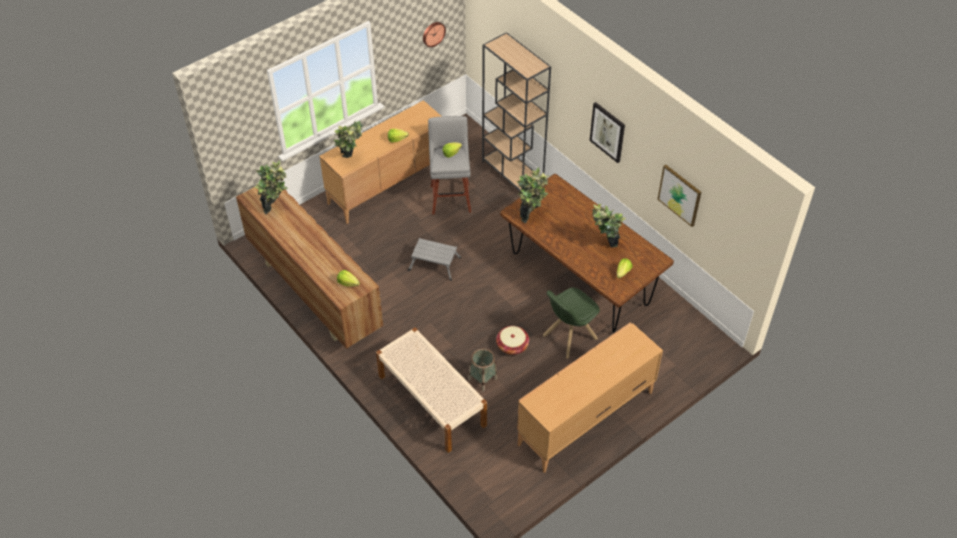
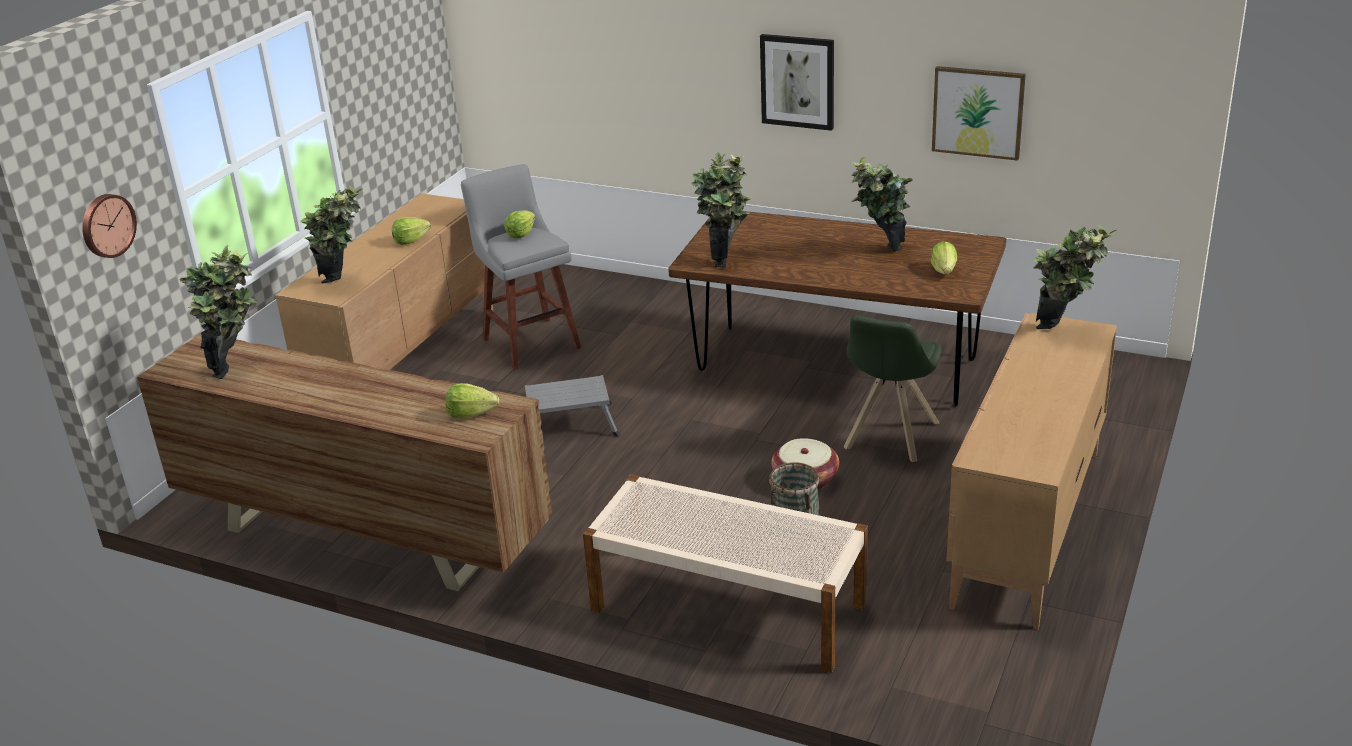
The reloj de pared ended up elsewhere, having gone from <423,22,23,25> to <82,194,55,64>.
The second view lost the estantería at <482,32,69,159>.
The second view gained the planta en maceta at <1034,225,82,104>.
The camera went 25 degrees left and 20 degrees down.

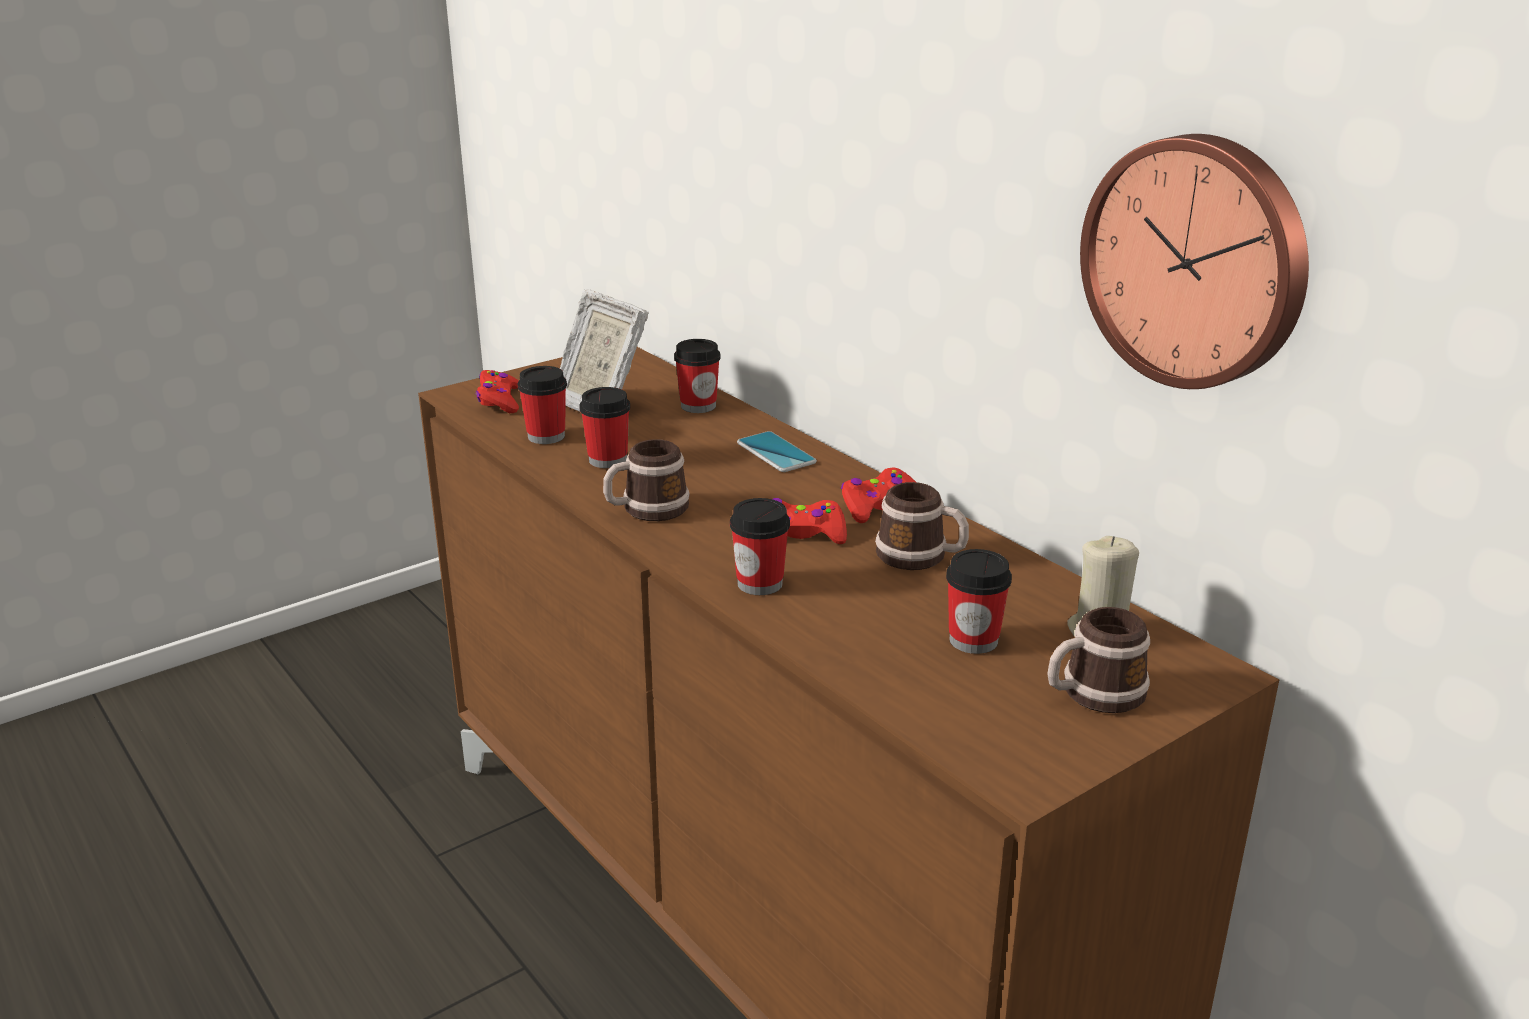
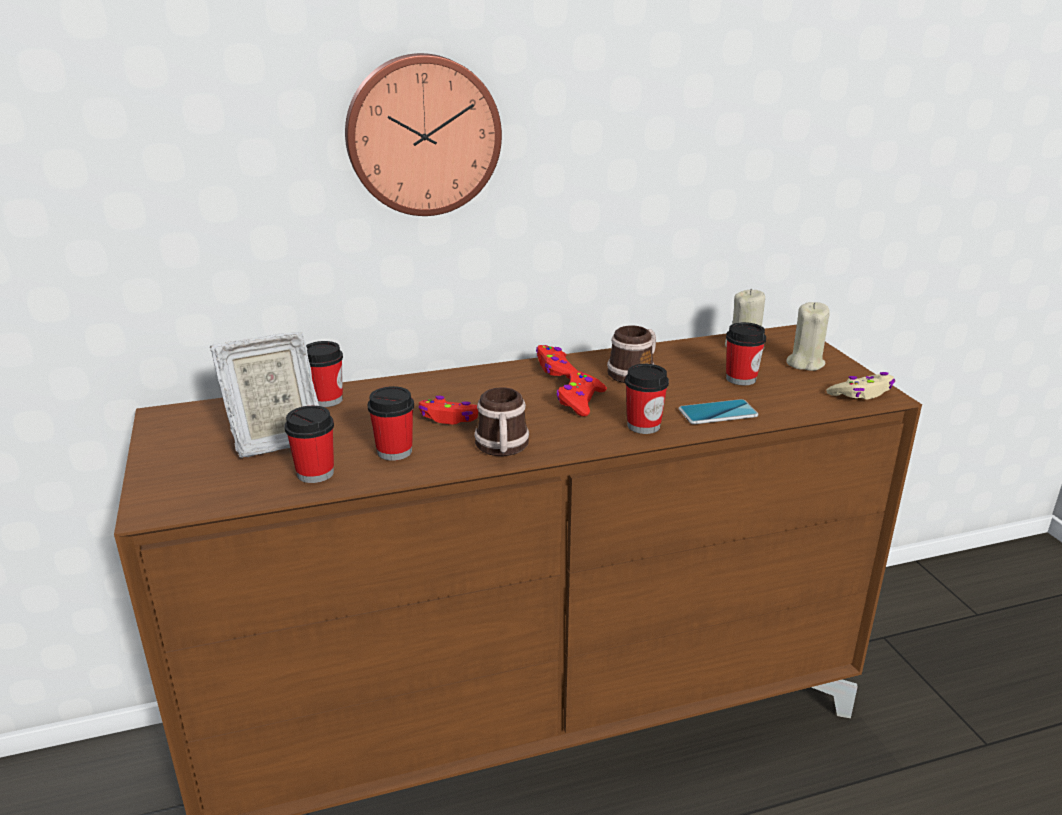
The mando de consola [rojo] ended up elsewhere, having gone from <476,370,43,43> to <418,396,60,28>.
The móvil ended up elsewhere, having gone from <737,431,80,41> to <679,399,79,25>.
Where the taza grande stood at <1047,607,103,106>, the vela [beis] came to stand at <786,302,44,69>.
The reloj de pared ended up elsewhere, having gone from <1080,134,229,255> to <345,53,157,163>.
The second view gained the mando de consola [beis] at <826,372,69,27>.
The camera went 70 degrees left and 0 degrees up.

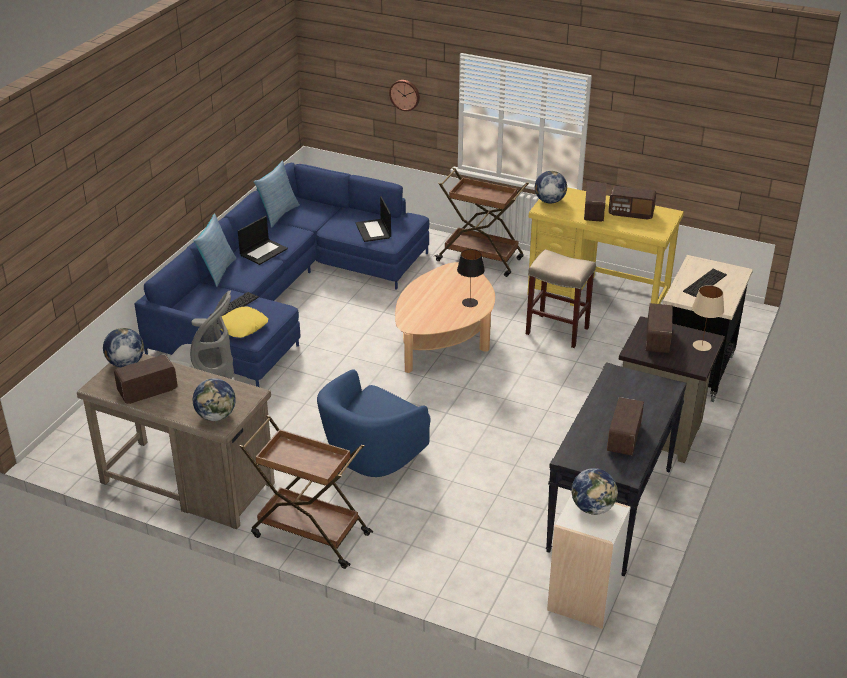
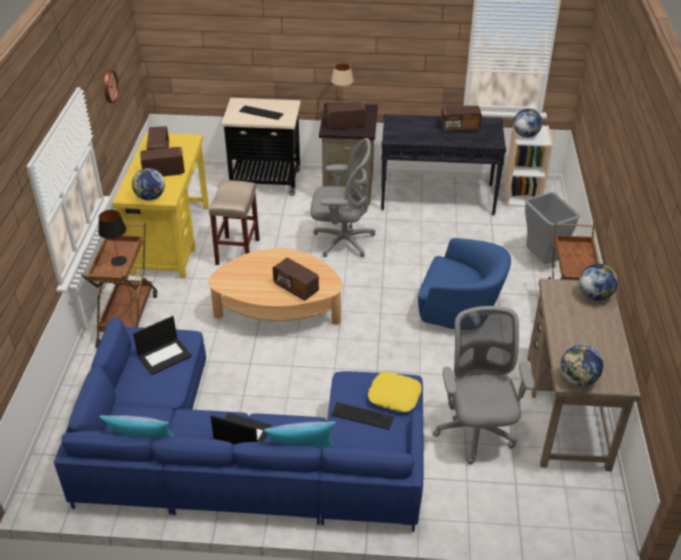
The radio ended up elsewhere, having gone from <114,355,63,49> to <273,258,46,43>.
The reloj de pared ended up elsewhere, having gone from <389,80,31,31> to <104,70,14,33>.
The lámpara de mesa [negro] ended up elsewhere, having gone from <457,249,28,58> to <98,210,29,56>.
The second view gained the silla de oficina [gris] at <310,138,65,120>.
The second view gained the papelera [gris] at <525,192,55,72>.
The camera went 110 degrees left and 5 degrees up.

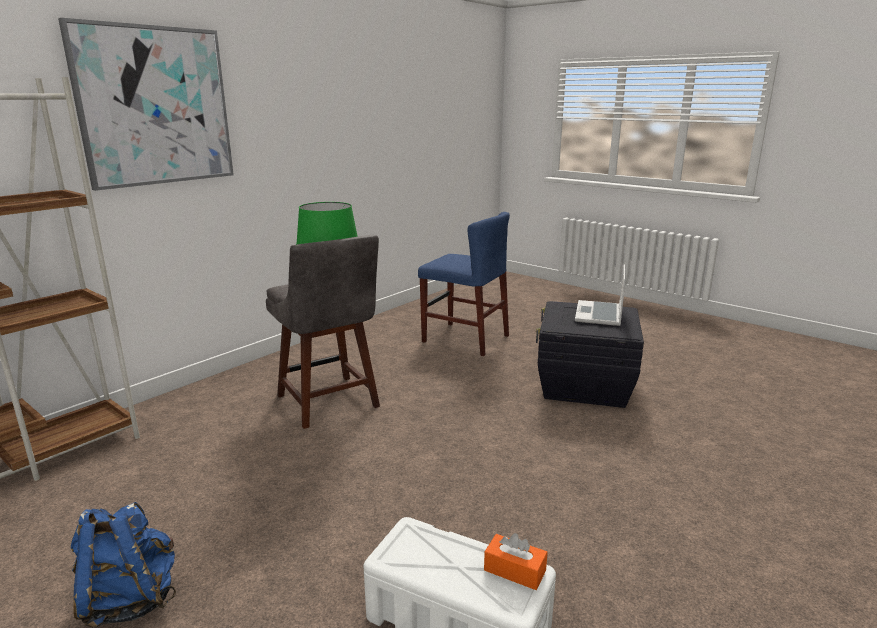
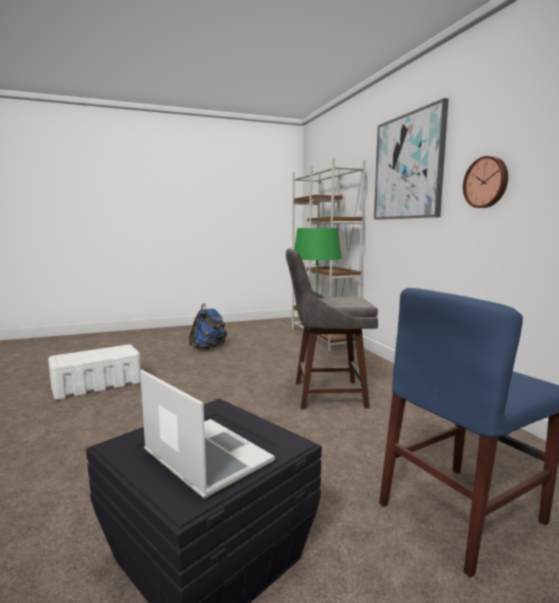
The second view lost the caja de pañuelos [naranja] at <484,533,64,57>.
The second view gained the reloj de pared at <463,156,45,52>.
The camera went 120 degrees right and 10 degrees down.

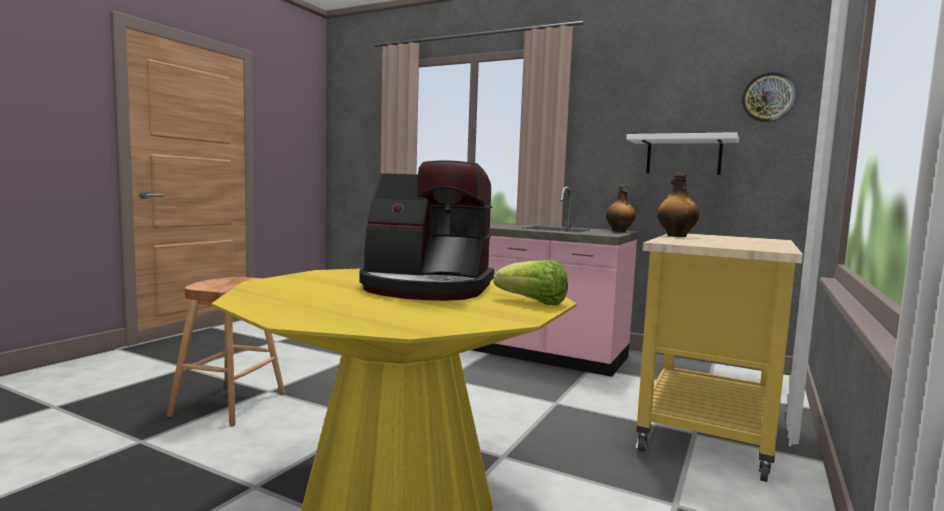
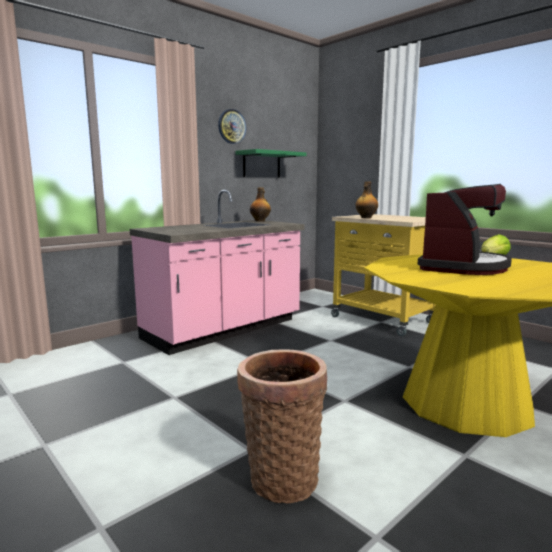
Where the taburete [marrón] stood at <167,277,118,149>, the cesta came to stand at <237,349,90,154>.
What was the estante [blanco] at <626,132,113,43> turned into the estante [verde] at <235,149,72,29>.
The reloj de pared ended up elsewhere, having gone from <742,72,55,50> to <218,109,28,35>.
The camera went 70 degrees left and 5 degrees up.

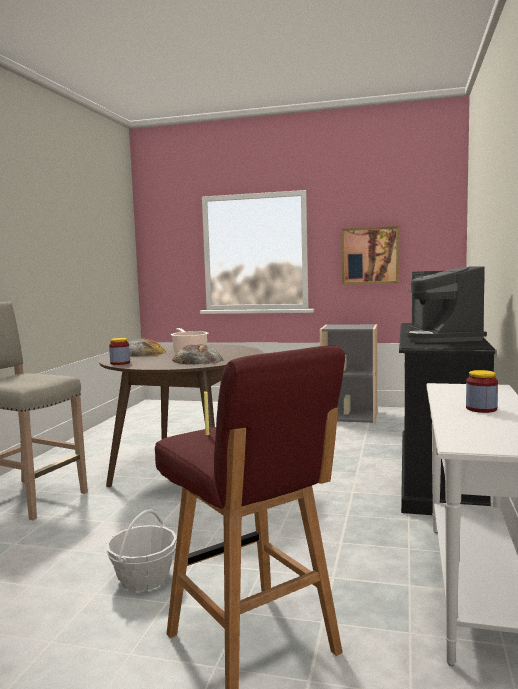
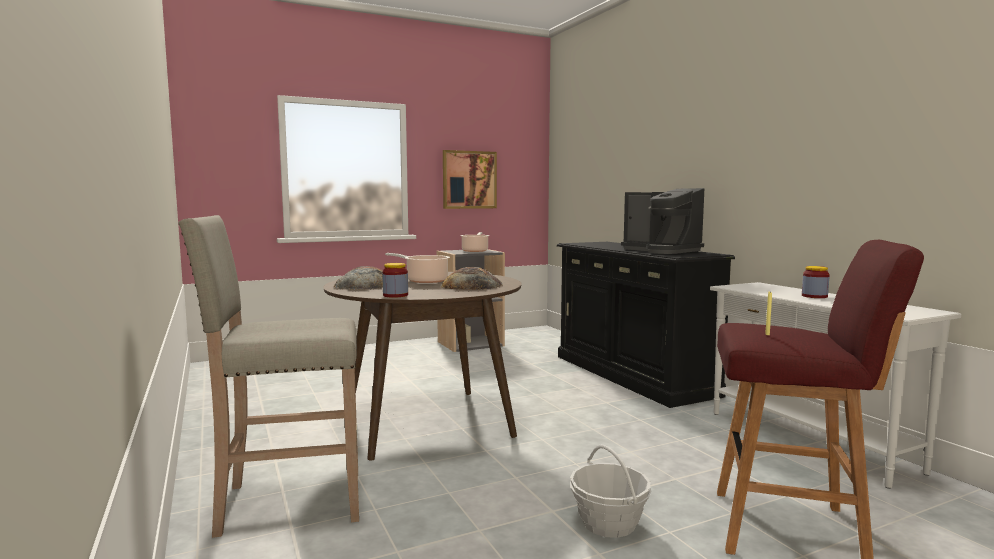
The second view gained the olla at <461,232,29,20>.
The camera went 40 degrees left and 0 degrees up.

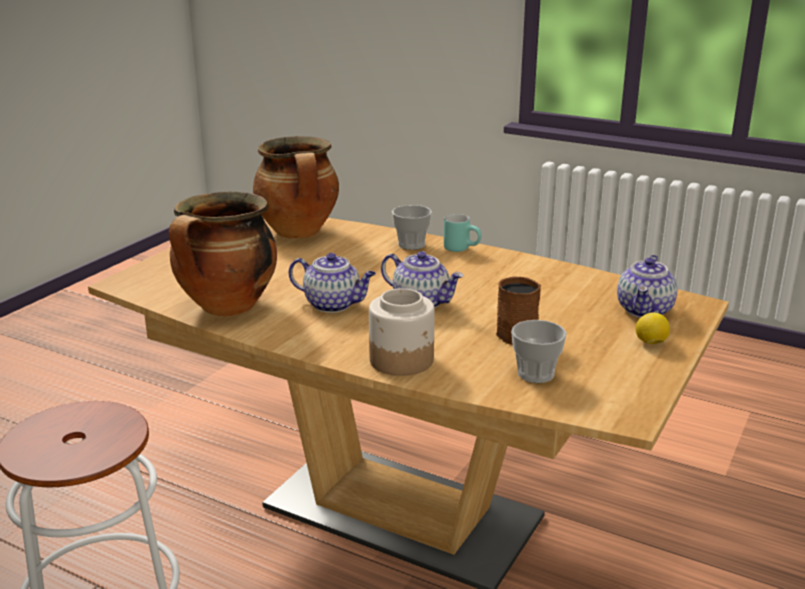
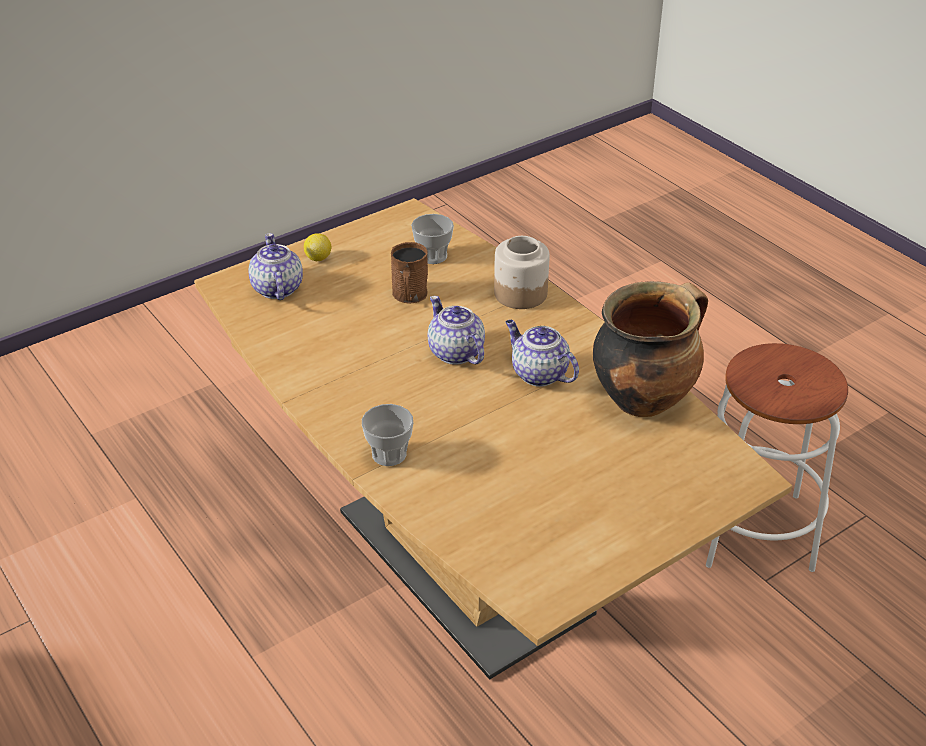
The second view lost the olla at <253,136,86,103>.
The second view lost the taza grande [turquesa] at <444,214,38,38>.
The tetera at <617,255,60,63> ended up facing another way, 60 degrees counterclockwise from before.
The camera went 155 degrees left and 15 degrees up.

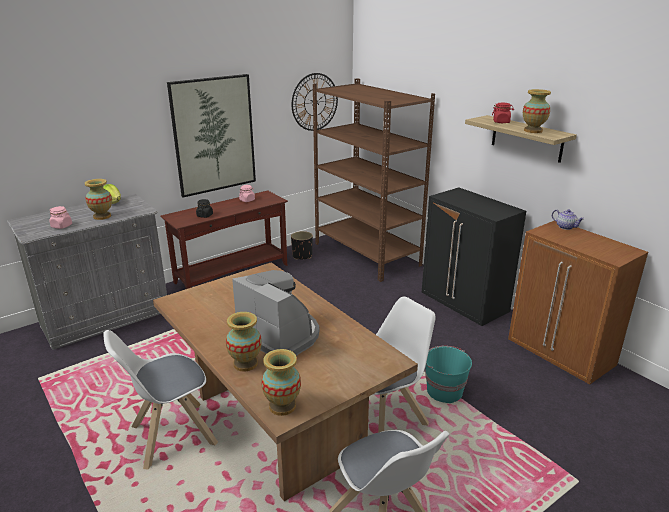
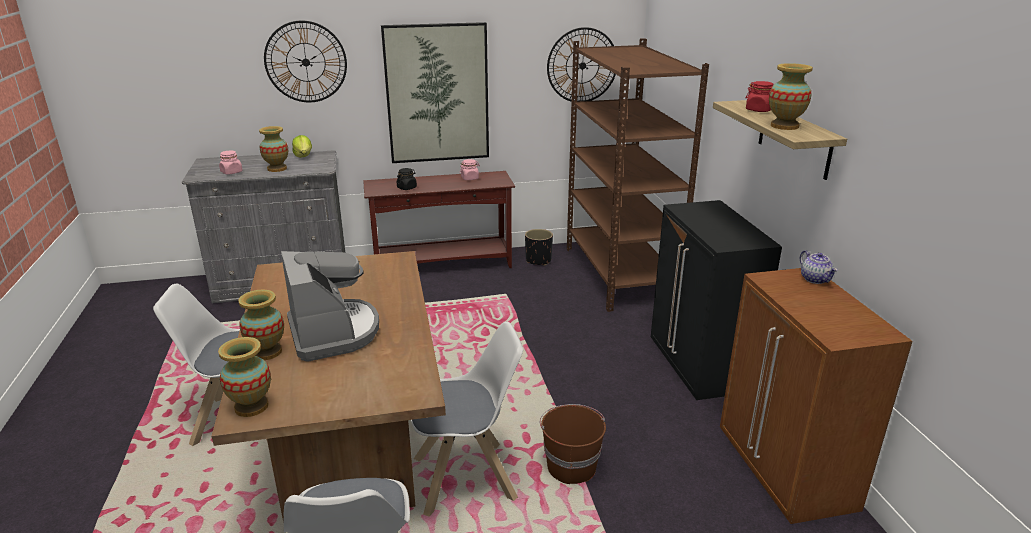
What was the cubo [turquesa] at <425,346,47,57> turned into the cubo [marrón] at <540,404,66,80>.
The second view gained the reloj de pared at <264,20,83,82>.
The camera went 25 degrees right and 0 degrees up.

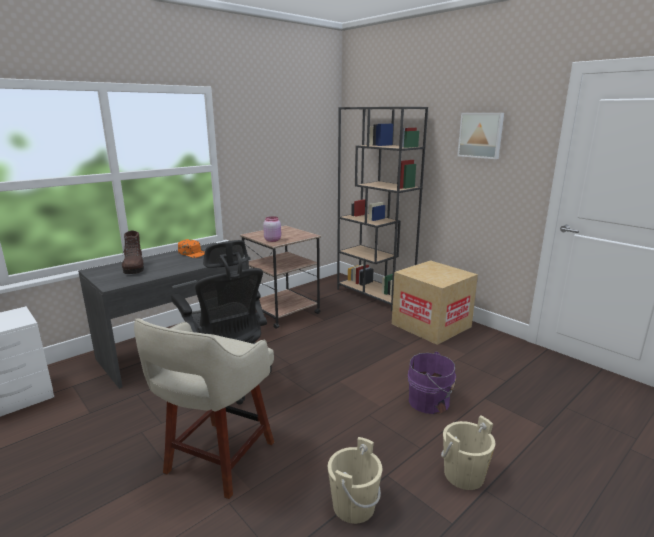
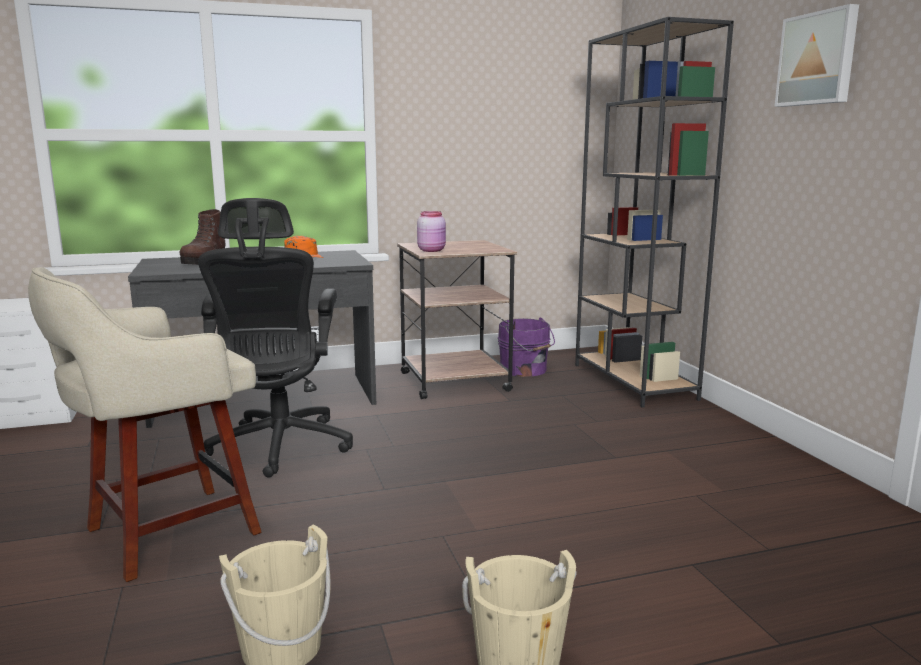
The second view lost the caja de cartón at <392,260,86,85>.
The cubo [morado] ended up elsewhere, having gone from <408,351,48,63> to <498,318,57,59>.
The camera went 25 degrees right and 5 degrees down.

